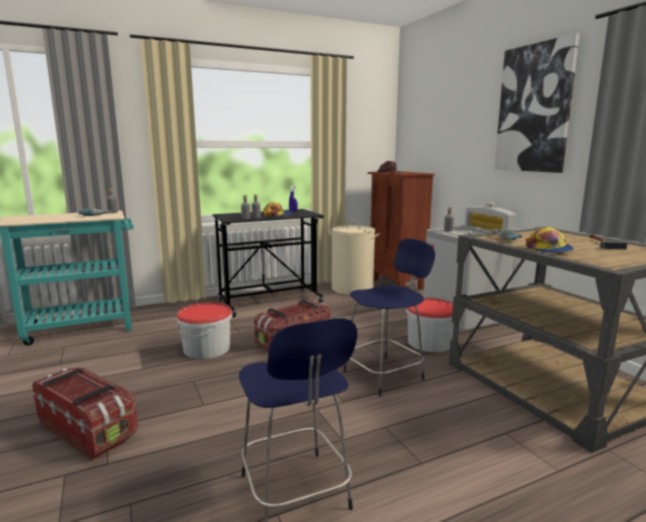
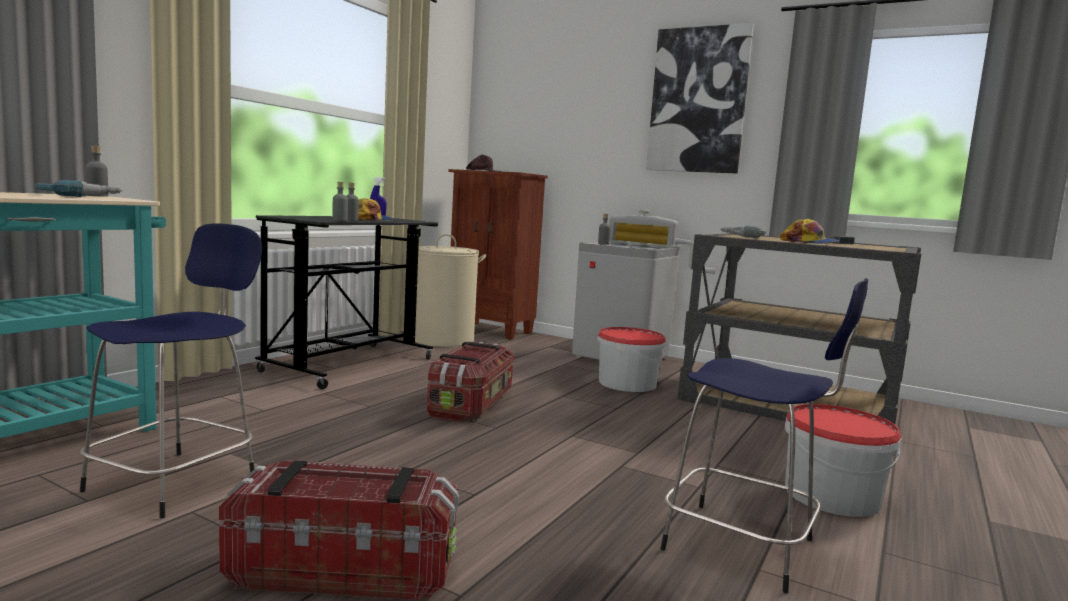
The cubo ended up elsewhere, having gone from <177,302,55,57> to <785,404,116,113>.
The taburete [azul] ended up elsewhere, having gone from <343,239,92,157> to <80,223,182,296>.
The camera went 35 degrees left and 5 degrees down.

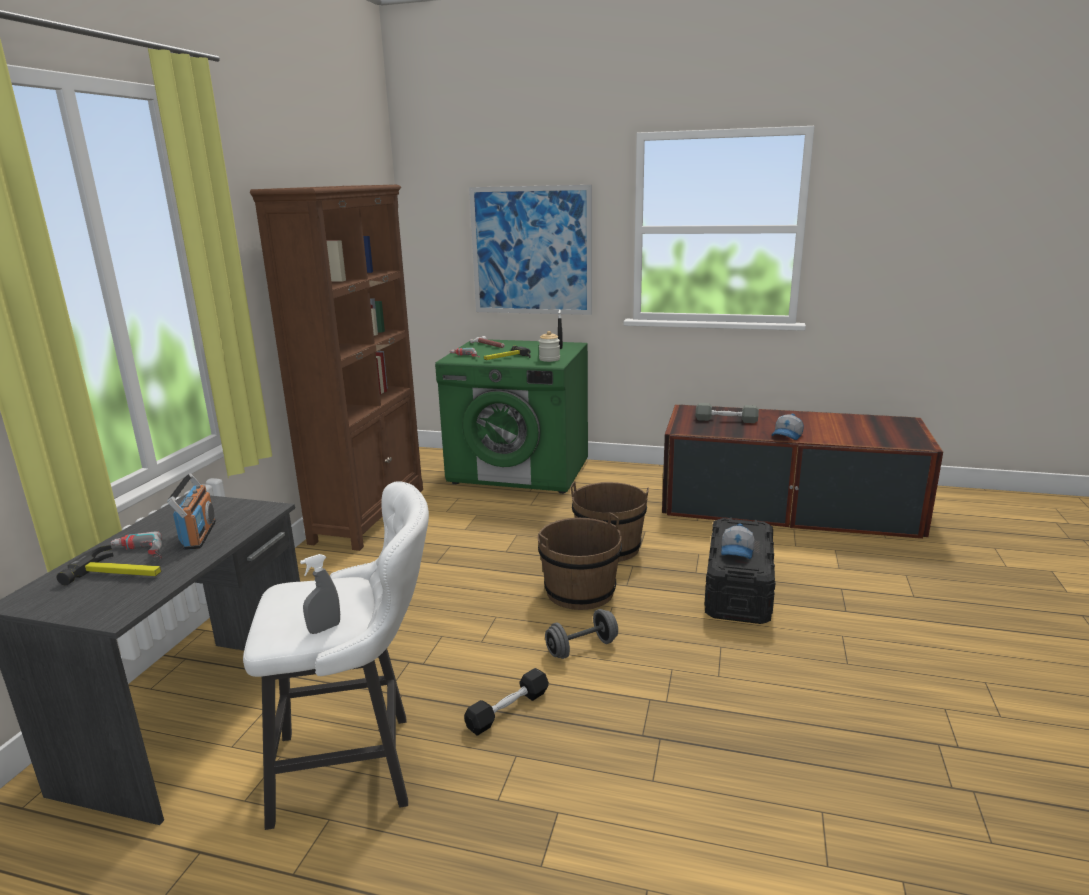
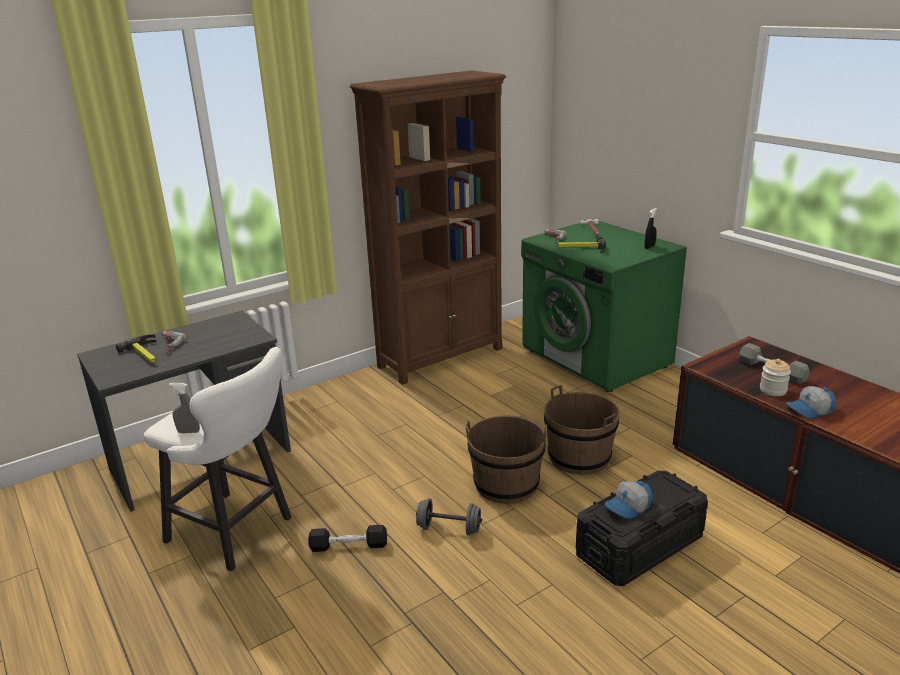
The second view lost the radio at <167,473,49,77>.
The second view lost the cuadro at <469,185,123,130>.
The tarro ended up elsewhere, having gone from <539,331,21,31> to <760,359,31,37>.
The camera went 40 degrees right and 5 degrees up.

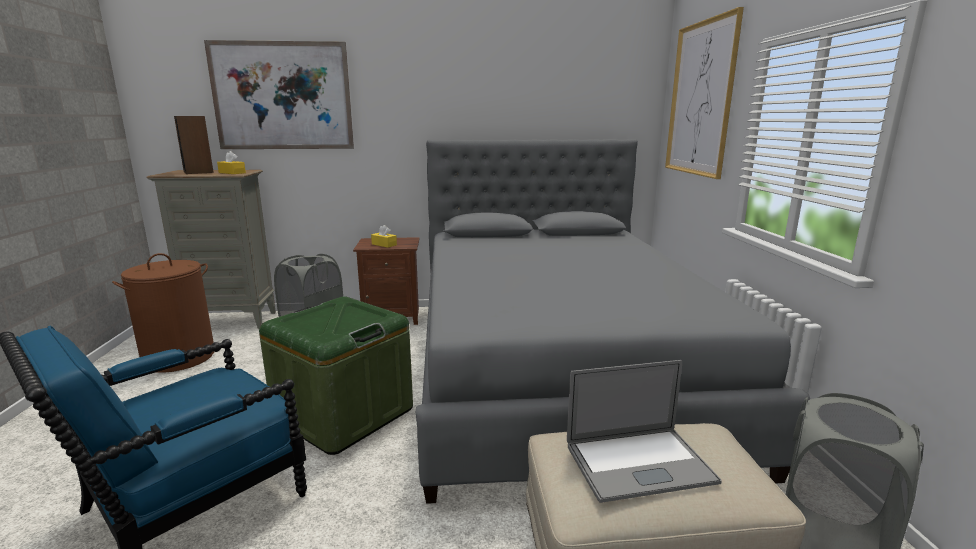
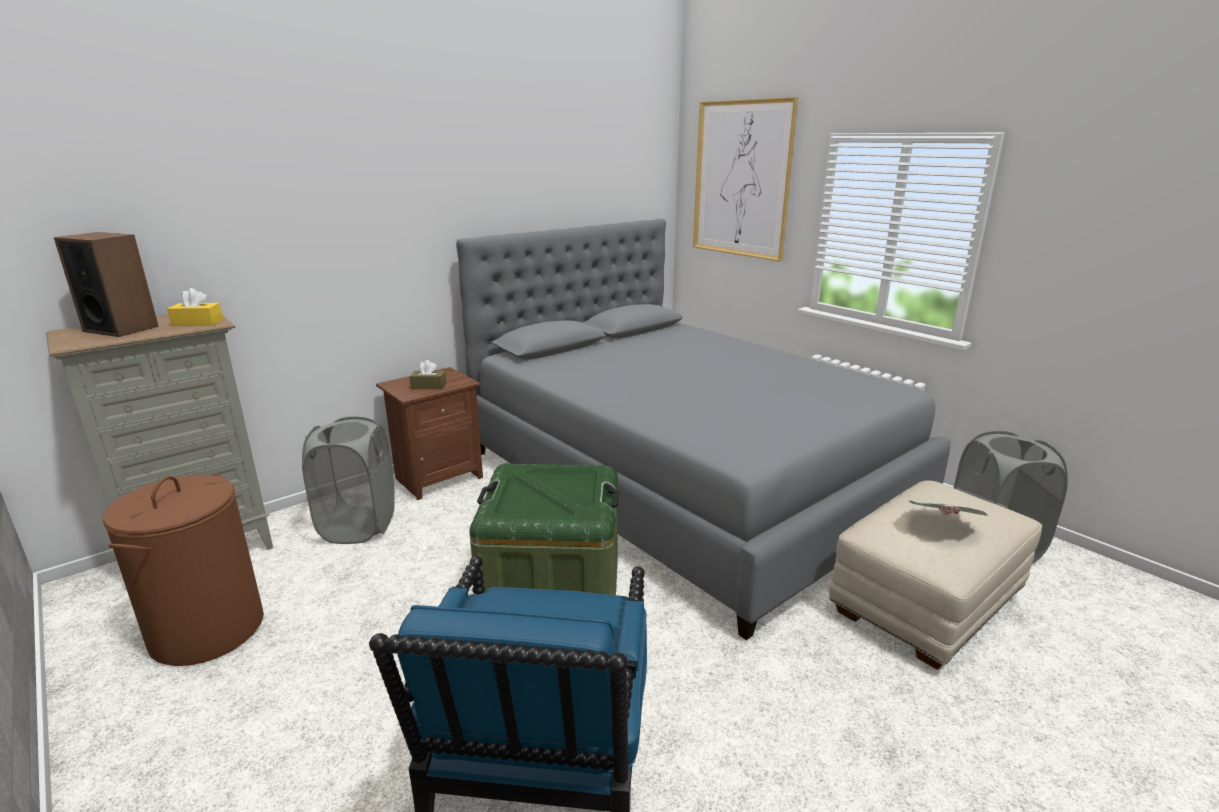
The second view lost the cuadro at <204,40,150,109>.
What was the caja de pañuelos [amarillo] at <371,225,26,23> turned into the caja de pañuelos [marrón] at <410,360,36,29>.
Where the portátil stood at <567,360,155,143>, the periódico came to stand at <909,500,79,16>.
The camera went 35 degrees left and 5 degrees up.

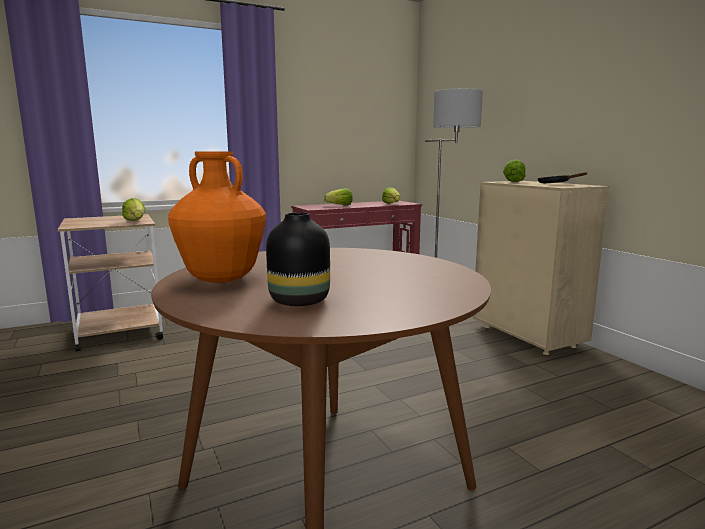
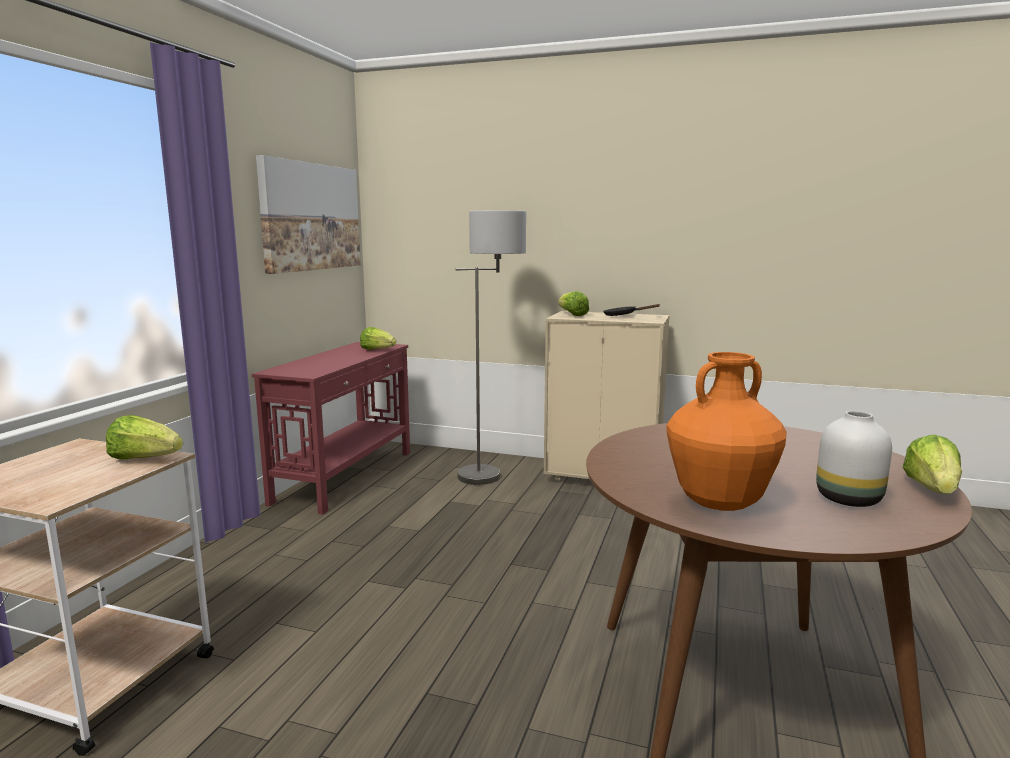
What was the florero [negro] at <266,212,64,94> turned into the florero [blanco] at <816,411,76,96>.
The lechuga ended up elsewhere, having gone from <324,188,29,17> to <903,434,59,60>.
The second view gained the cuadro at <256,155,105,119>.
The camera went 45 degrees left and 0 degrees up.

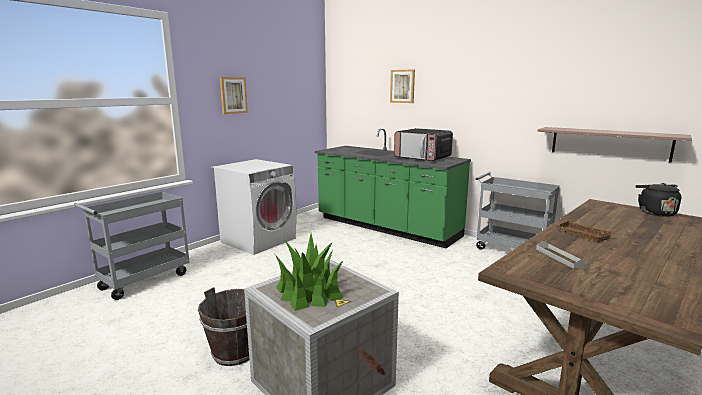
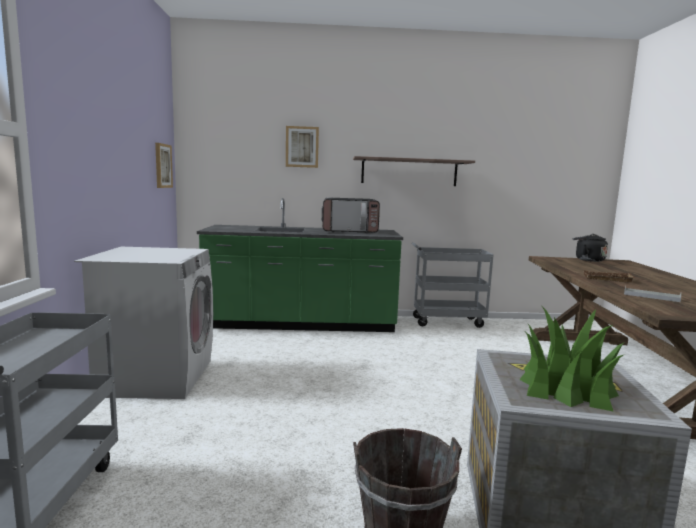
The cuadro ended up elsewhere, having gone from <220,77,28,37> to <155,143,18,45>.
The estante ended up elsewhere, having gone from <538,127,154,36> to <353,156,122,30>.
The camera went 40 degrees left and 5 degrees down.

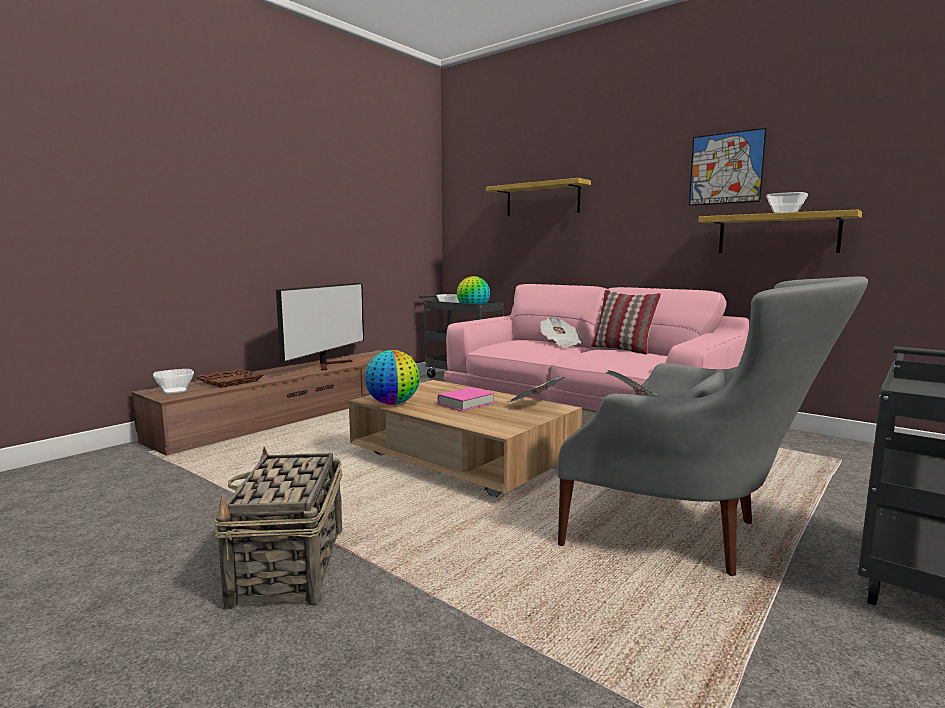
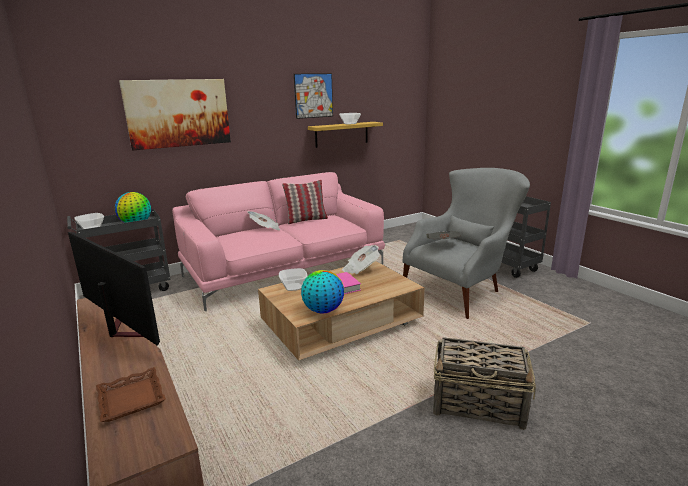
The cuenco ended up elsewhere, having gone from <153,369,41,25> to <279,268,28,23>.
Where the estante hung at <486,178,105,38>, the cuadro came to hang at <119,79,112,72>.
The camera went 70 degrees left and 10 degrees up.

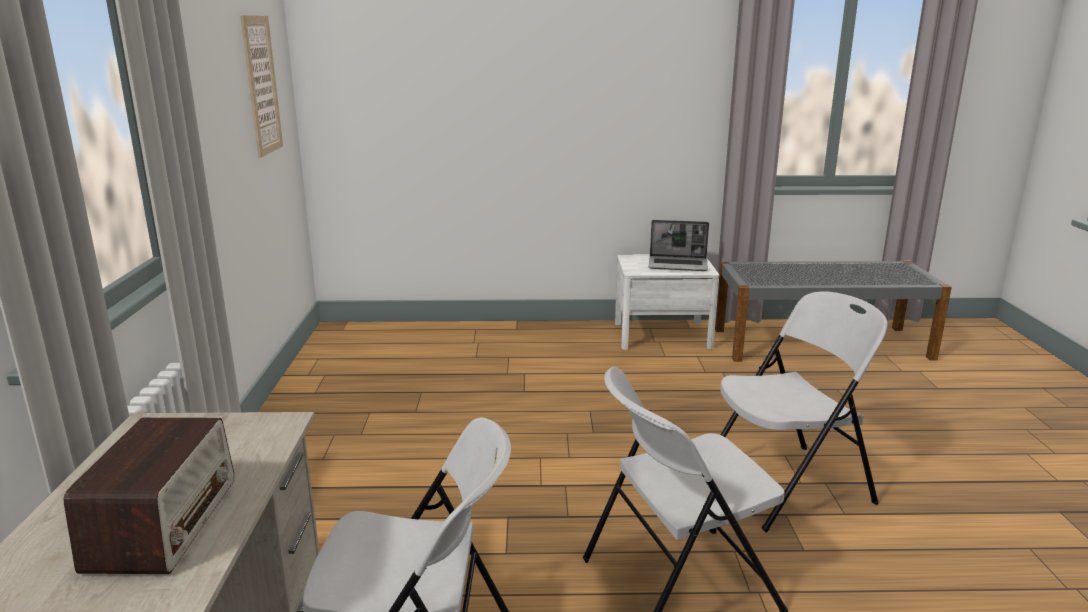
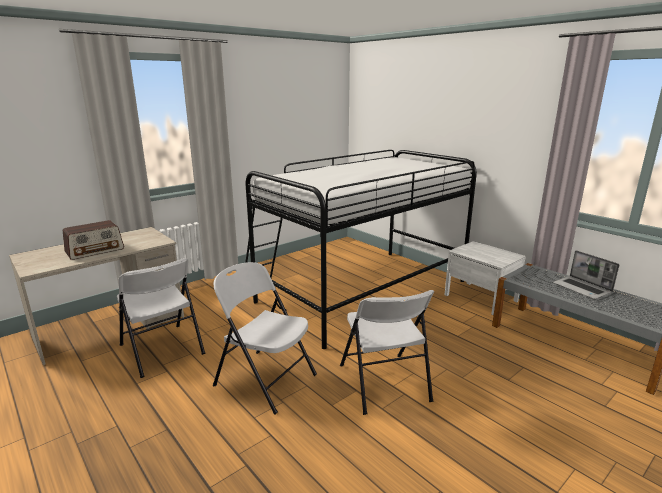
The second view lost the cuadro at <240,15,43,143>.
The portátil ended up elsewhere, having gone from <648,220,61,51> to <553,250,66,49>.
The silla [blanco] at <720,292,168,241> ended up facing another way, 45 degrees clockwise from before.
The second view gained the cama [negro] at <245,150,232,199>.
The camera went 50 degrees right and 0 degrees up.

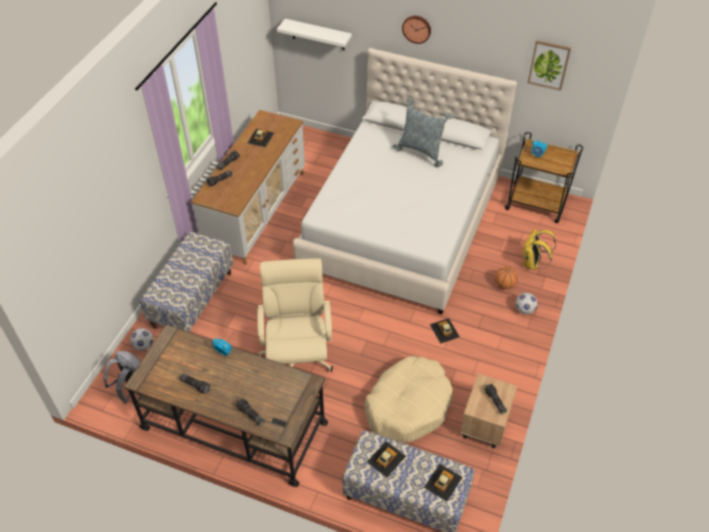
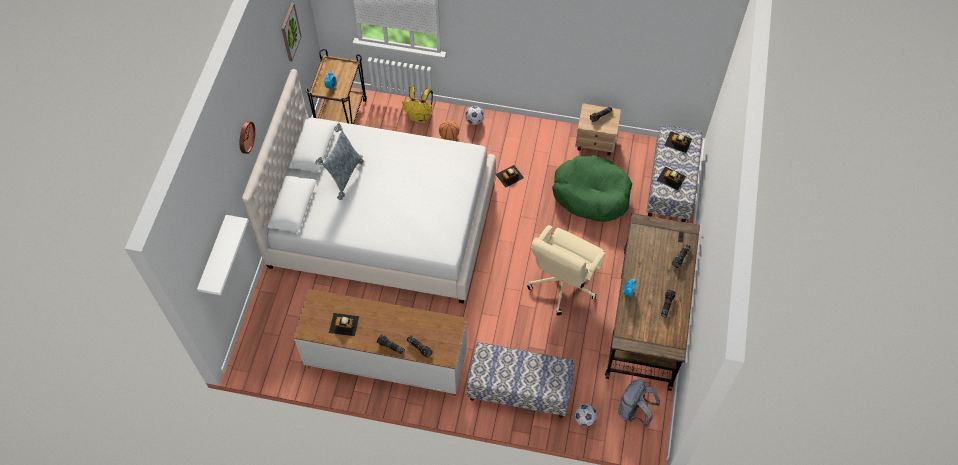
The silla de oficina [beis] at <257,258,76,114> ended up facing another way, 45 degrees counterclockwise from before.
What was the cama para perro [beis] at <365,356,88,86> turned into the cama para perro [verde] at <552,155,80,67>.
The camera went 100 degrees left and 10 degrees up.

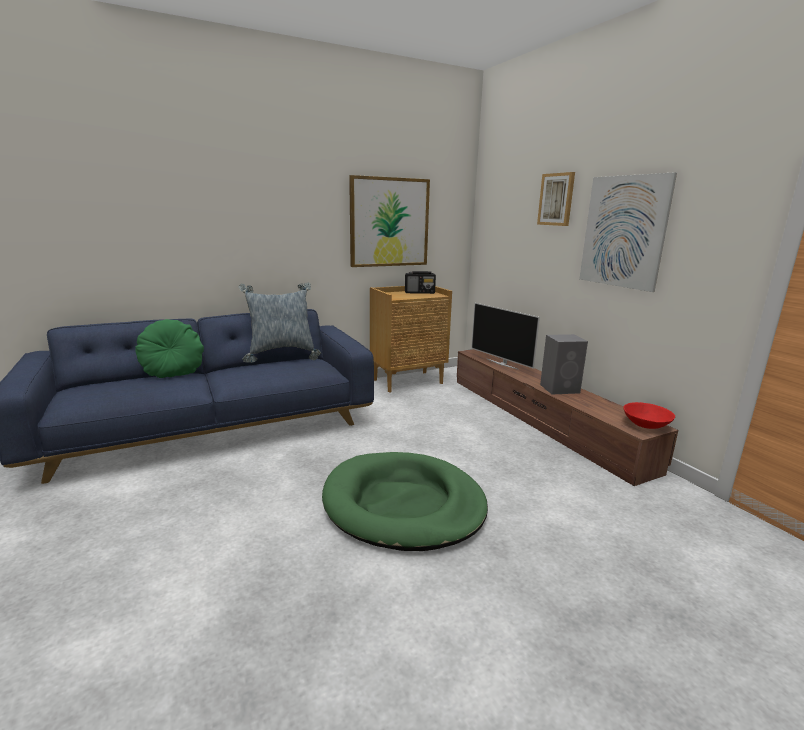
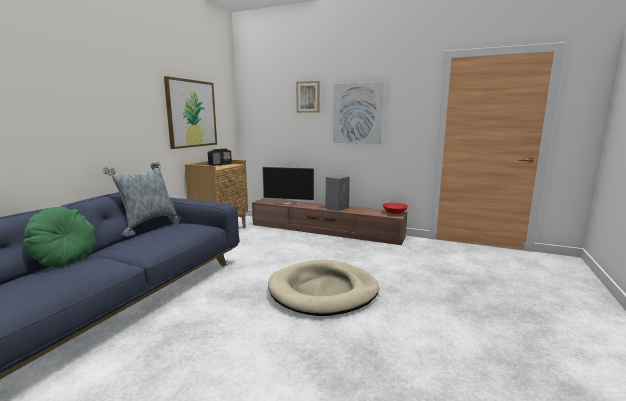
What was the cama para perro [verde] at <322,452,166,99> turned into the cama para perro [beis] at <268,260,111,56>.
The camera went 40 degrees left and 5 degrees down.

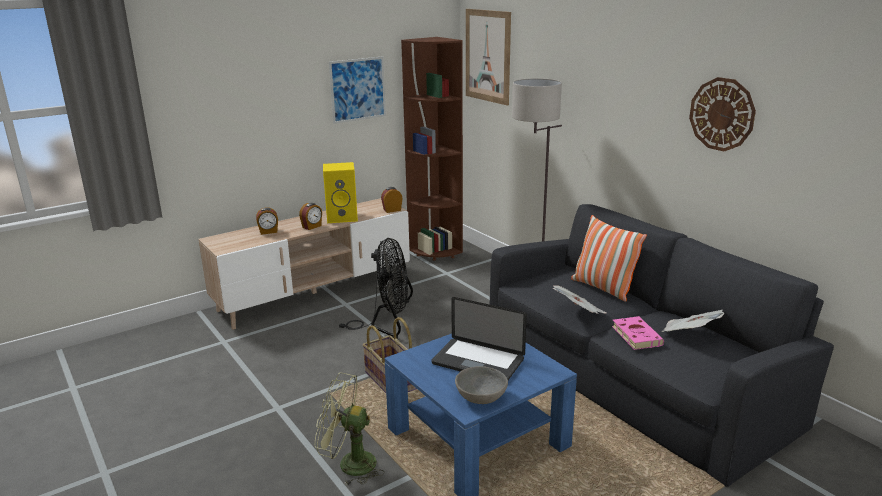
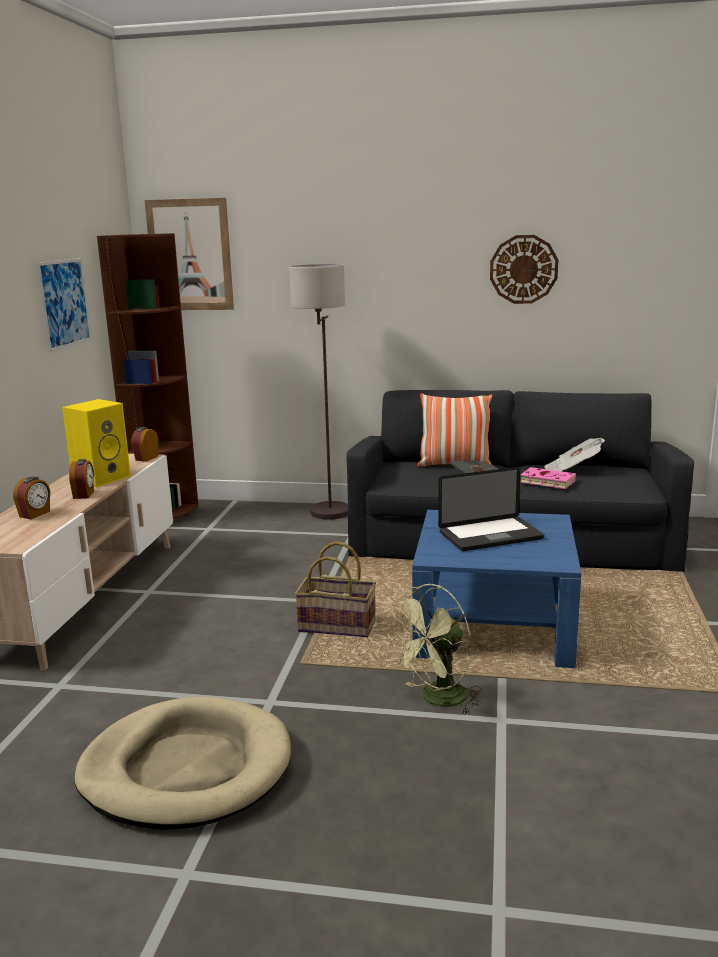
The second view lost the ventilador [negro] at <339,238,74,101>.
The second view lost the cuenco [gris] at <455,366,53,38>.
The second view gained the cama para perro [beis] at <74,697,217,133>.
The camera went 45 degrees left and 5 degrees down.

